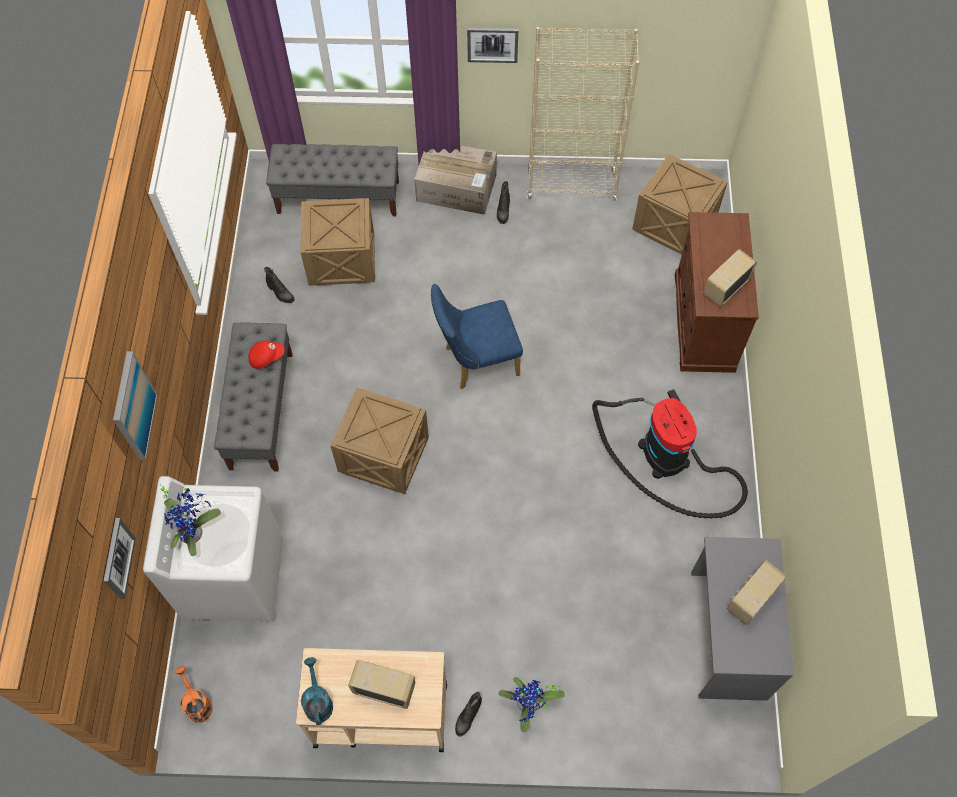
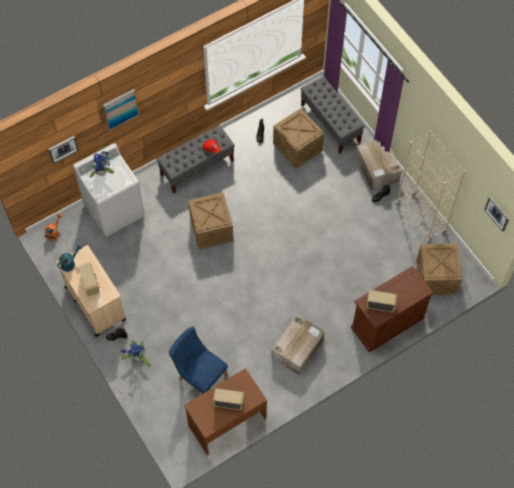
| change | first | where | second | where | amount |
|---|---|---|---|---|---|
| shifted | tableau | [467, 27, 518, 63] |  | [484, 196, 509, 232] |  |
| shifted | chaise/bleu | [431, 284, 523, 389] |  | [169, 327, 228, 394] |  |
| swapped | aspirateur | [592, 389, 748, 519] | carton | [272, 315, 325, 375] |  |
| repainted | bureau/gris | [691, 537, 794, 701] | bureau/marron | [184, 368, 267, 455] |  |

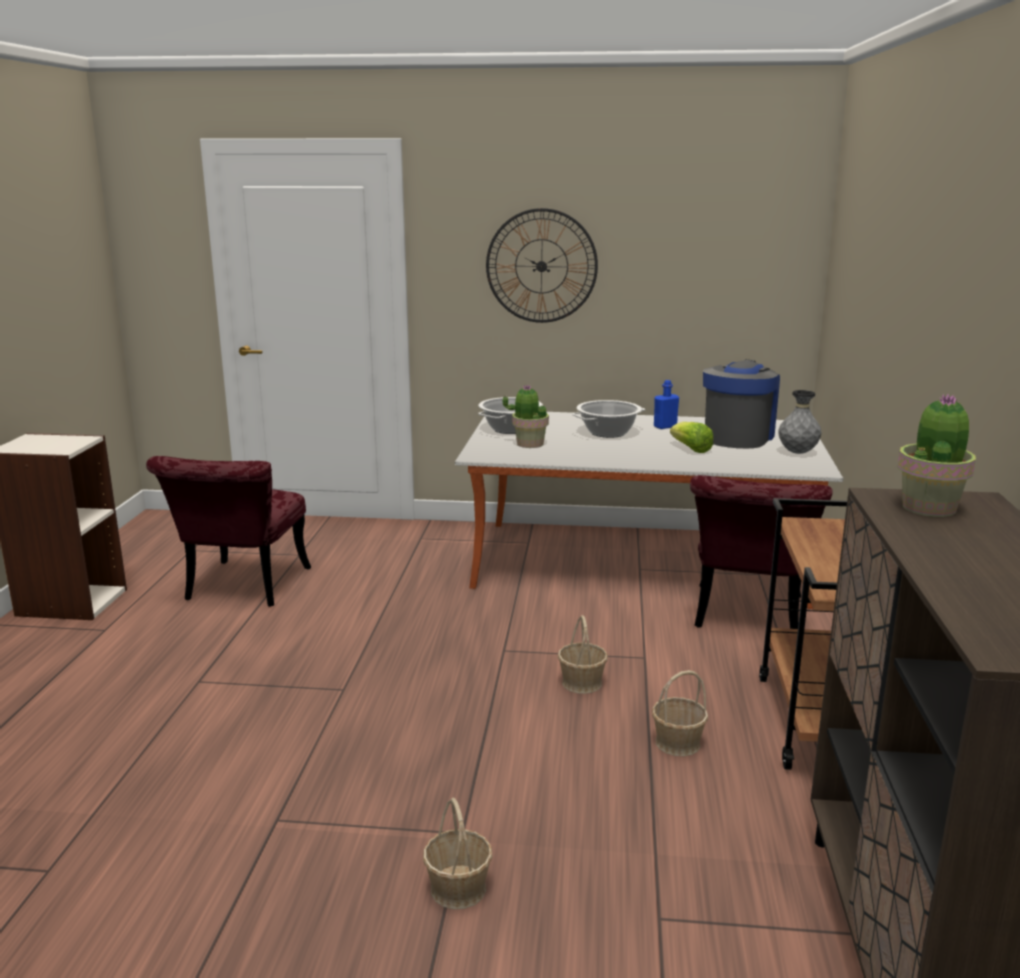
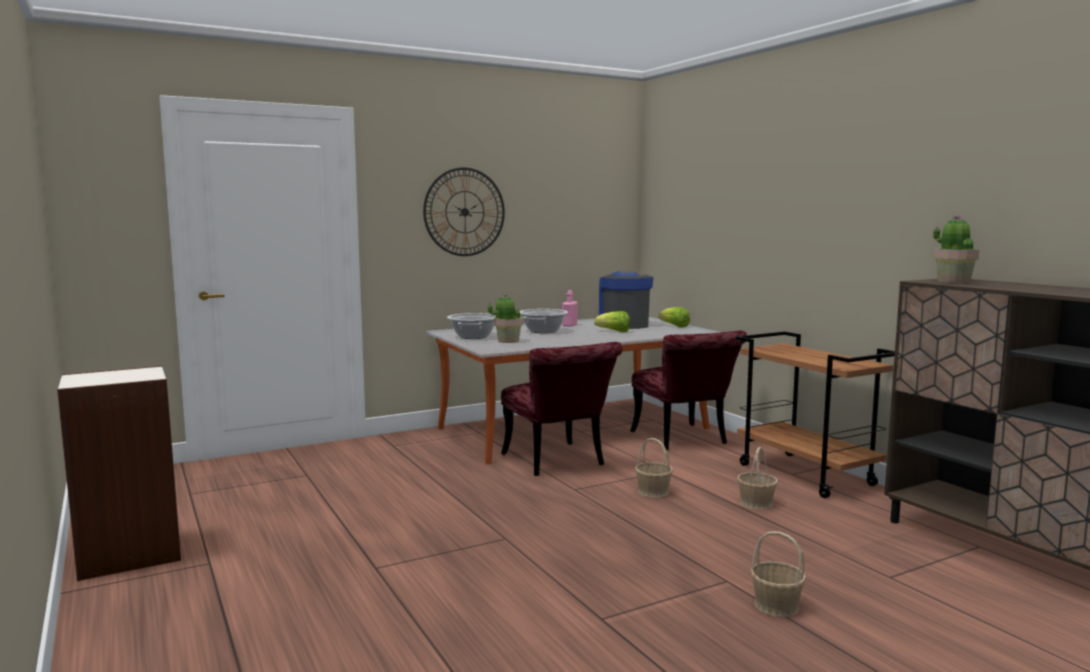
| change | first | where | second | where | amount |
|---|---|---|---|---|---|
| repainted | bouteille/bleu | [654, 380, 679, 429] | bouteille/rose | [562, 290, 578, 327] |  |
| swapped | vase/gris | [779, 390, 822, 454] | laitue | [658, 307, 690, 328] |  |
| shifted | chaise/rouge | [146, 456, 311, 607] |  | [501, 342, 623, 476] |  |

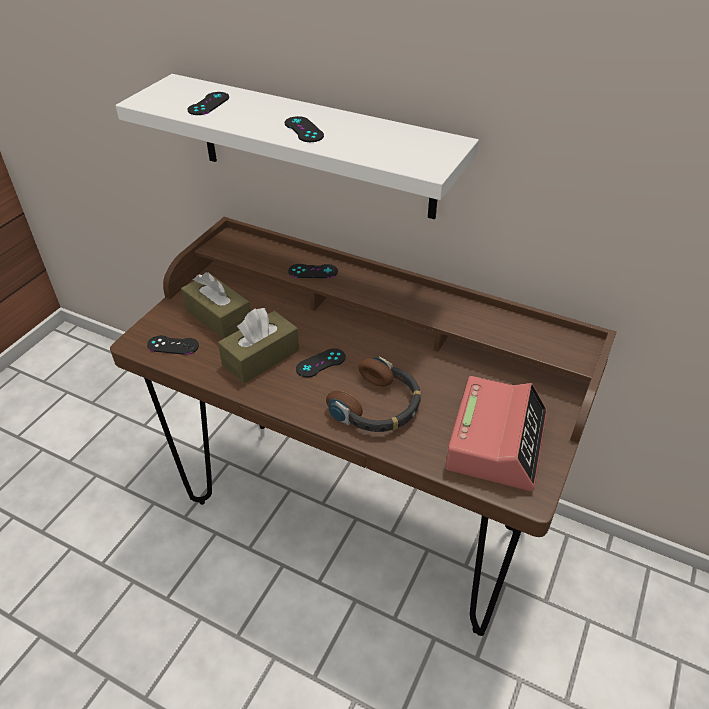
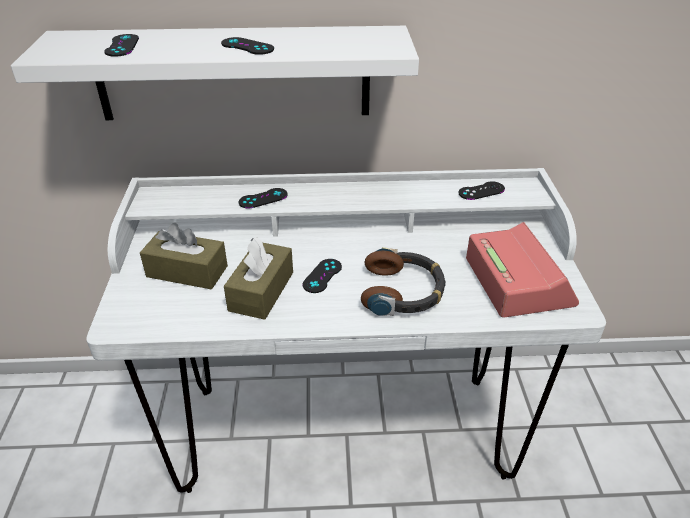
| change | first | where | second | where | amount |
|---|---|---|---|---|---|
| repainted | bureau/marron | [110, 217, 617, 636] | bureau/blanc | [86, 168, 606, 493] |  |
| shifted | manette/noir | [147, 335, 199, 355] |  | [458, 181, 505, 200] |  |

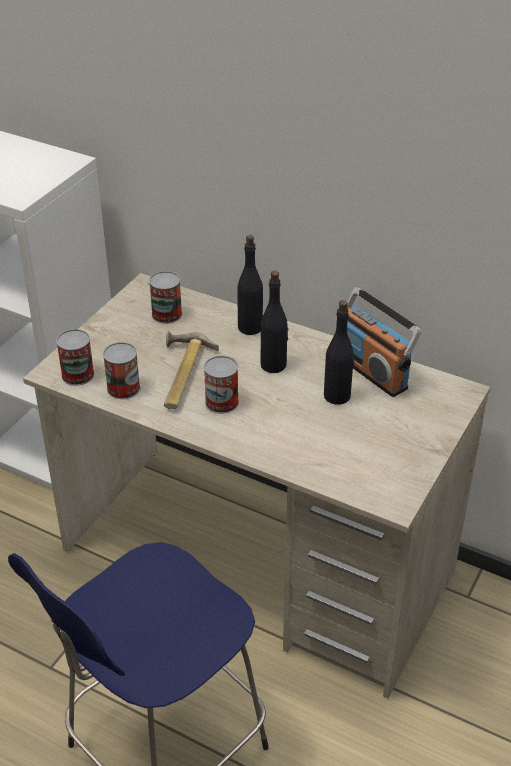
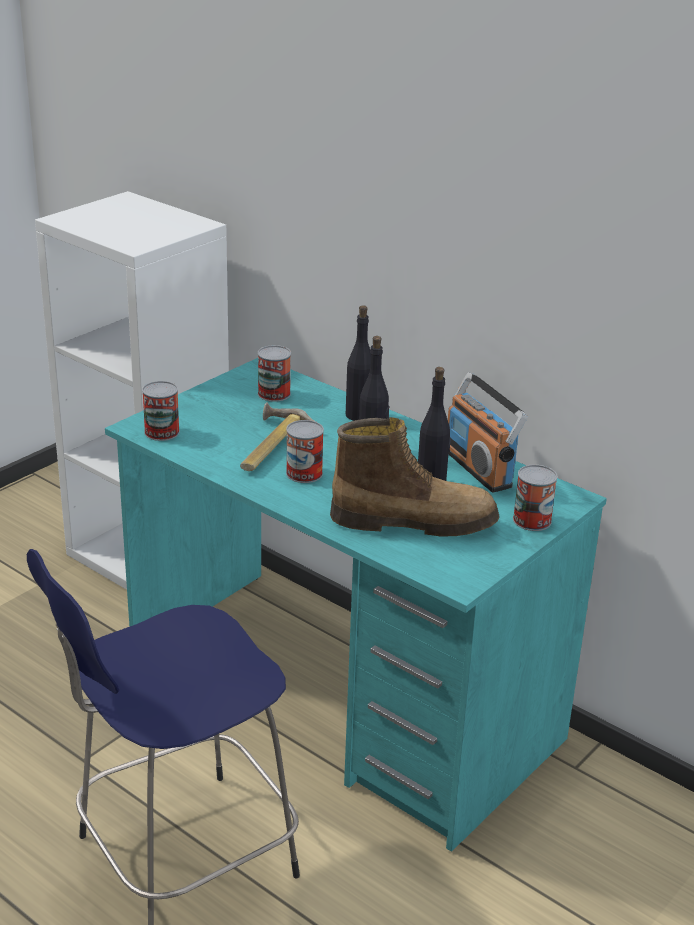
| change | first | where | second | where | amount |
|---|---|---|---|---|---|
| repainted | bureau/beige | [23, 273, 490, 698] | bureau/turquoise | [105, 358, 607, 852] |  |
| shifted | boîte métallique | [103, 342, 140, 399] |  | [513, 465, 558, 531] |  |
| new |  |  | botte | [330, 417, 499, 536] |  |

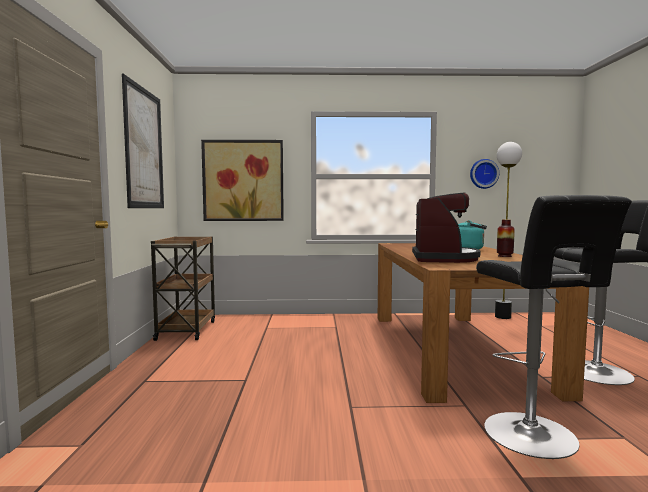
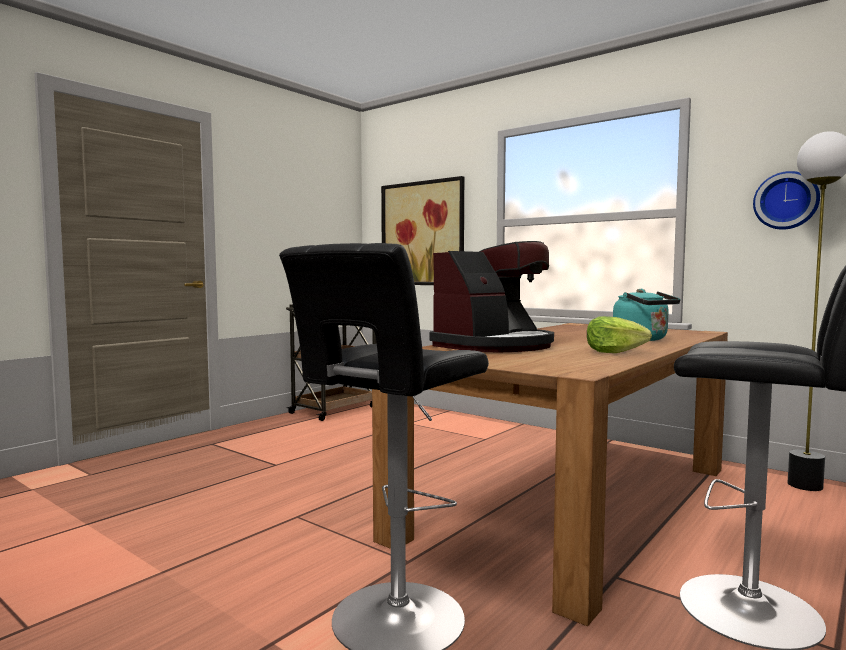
| change | first | where | second | where | amount |
|---|---|---|---|---|---|
| gone | tableau | [122, 73, 164, 208] |  |  |  |
| swapped | vase | [497, 219, 515, 257] | laitue | [587, 316, 652, 353] |  |

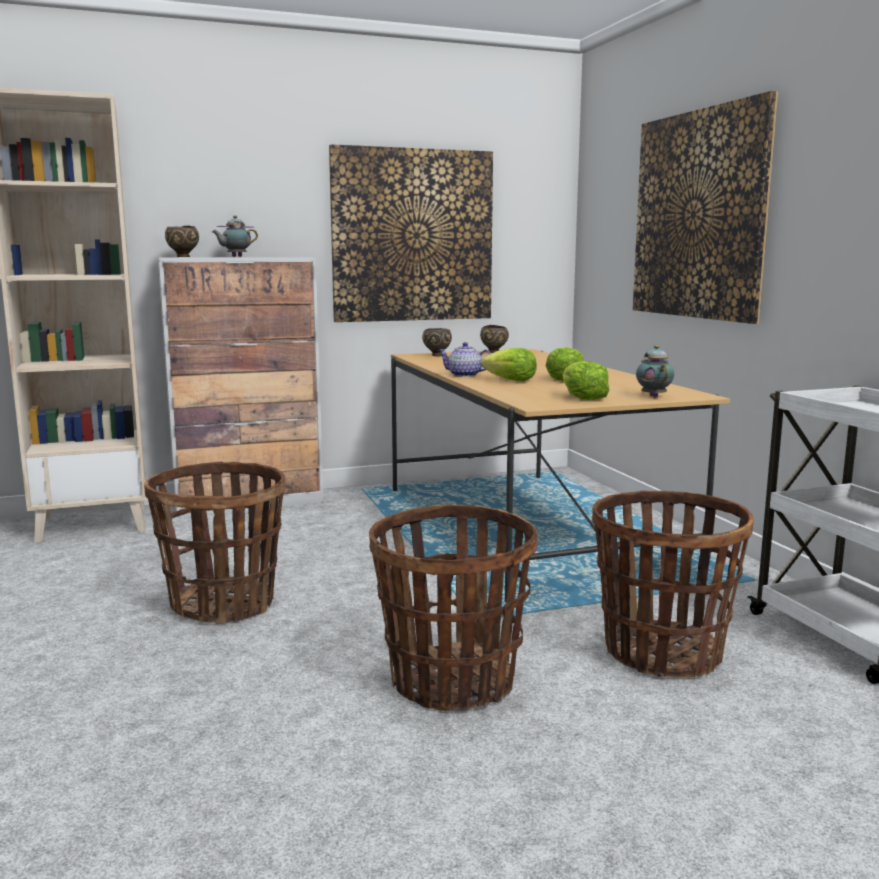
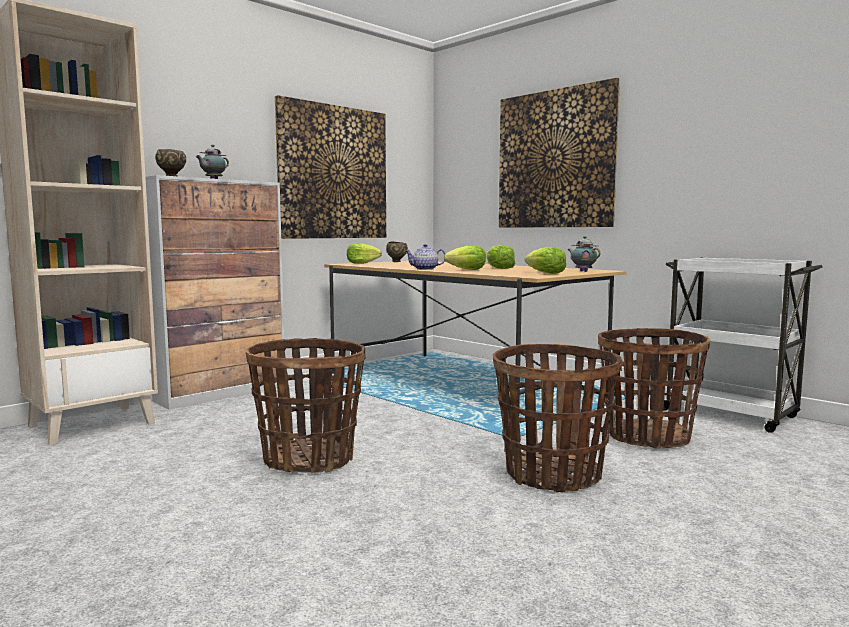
| change | first | where | second | where | amount |
|---|---|---|---|---|---|
| swapped | bol/marron | [422, 328, 452, 356] | laitue | [347, 243, 382, 264] |  |

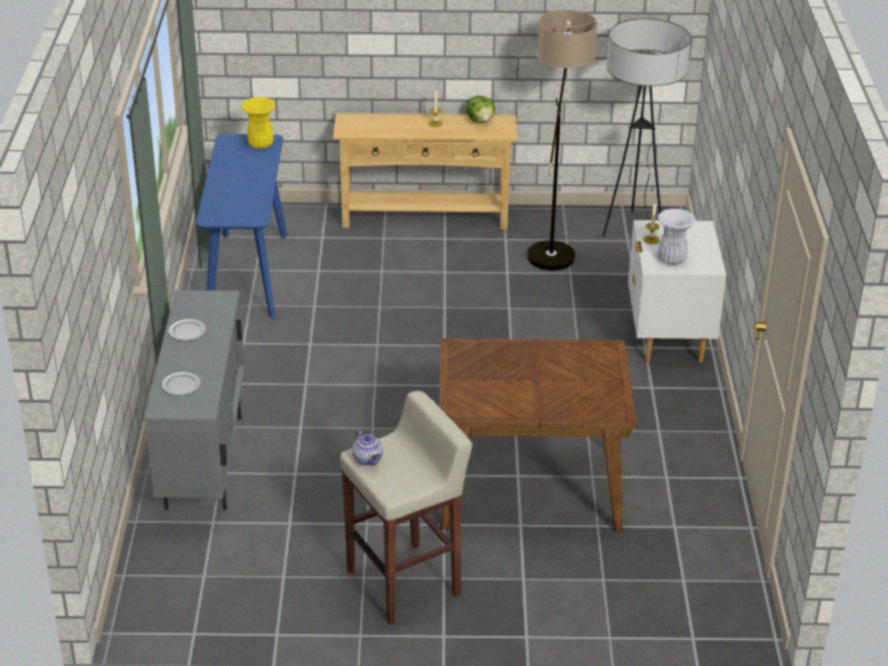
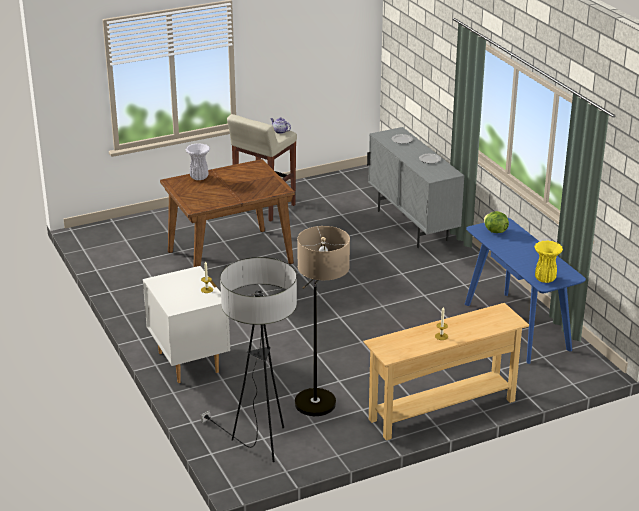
| change | first | where | second | where | amount |
|---|---|---|---|---|---|
| shifted | laitue | [467, 96, 495, 123] |  | [484, 211, 509, 233] |  |
| shifted | vase/blanc | [657, 208, 695, 265] |  | [185, 143, 210, 180] |  |

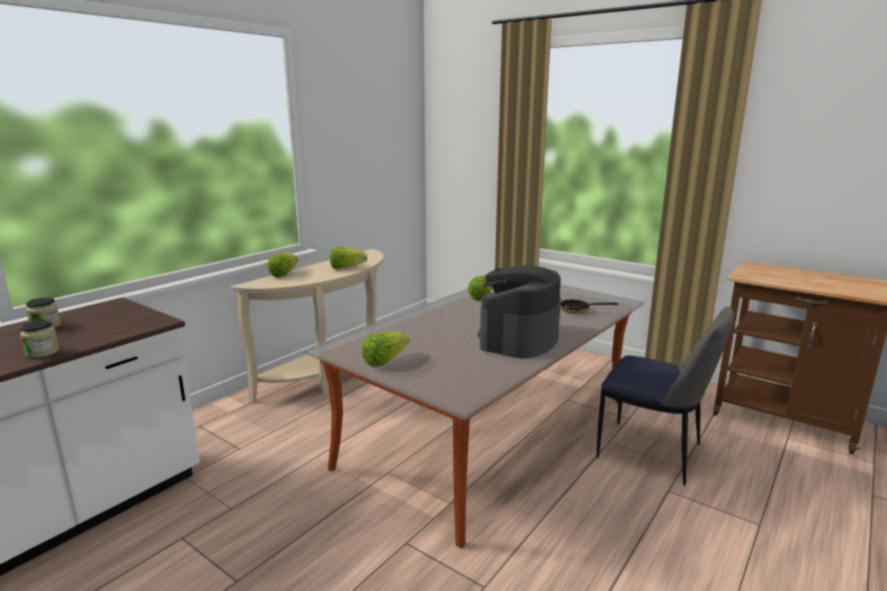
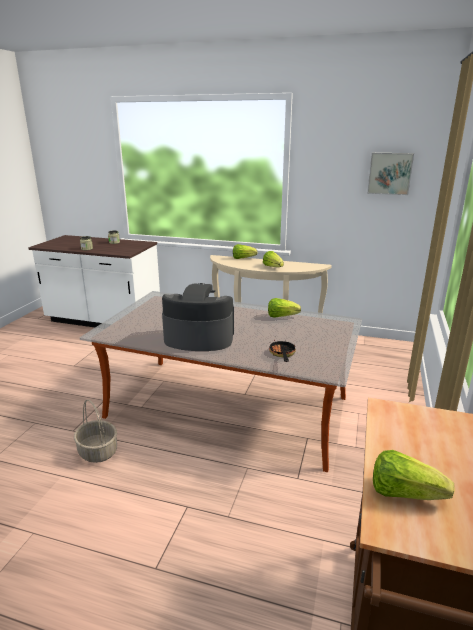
| change | first | where | second | where | amount |
|---|---|---|---|---|---|
| gone | chaise | [597, 306, 735, 485] |  |  |  |
| shifted | laitue | [362, 332, 409, 367] |  | [373, 450, 455, 500] |  |
| new |  |  | tableau | [367, 153, 414, 195] |  |
| new |  |  | panier | [74, 399, 117, 463] |  |

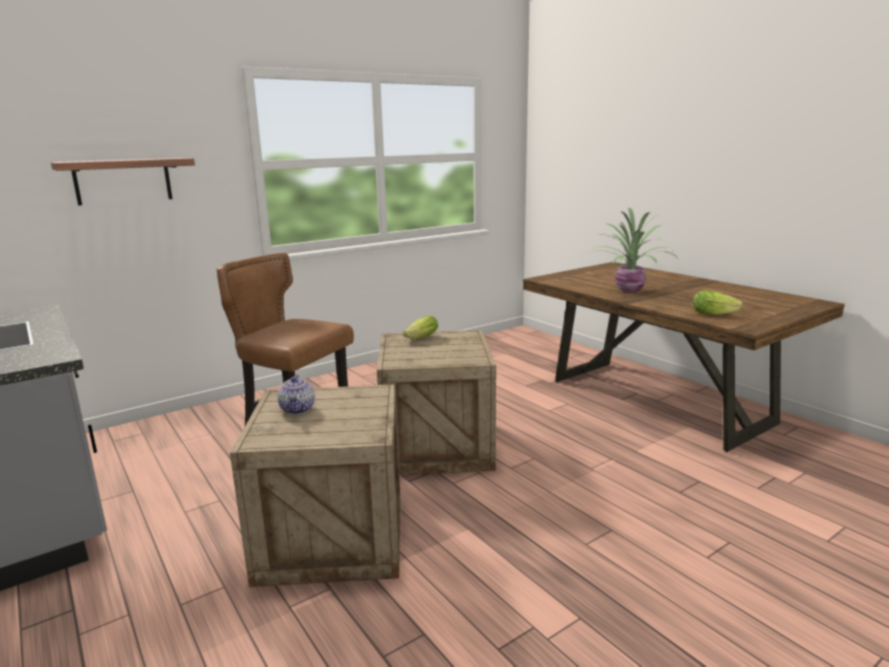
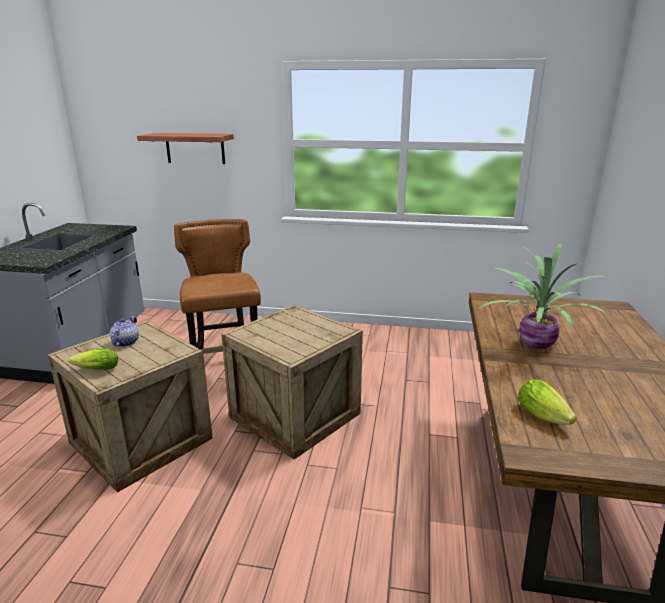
| change | first | where | second | where | amount |
|---|---|---|---|---|---|
| shifted | laitue | [403, 315, 438, 339] |  | [68, 349, 118, 370] |  |
| rotated | théière | [278, 375, 315, 414] |  | [110, 316, 139, 347] | 150 degrees clockwise |

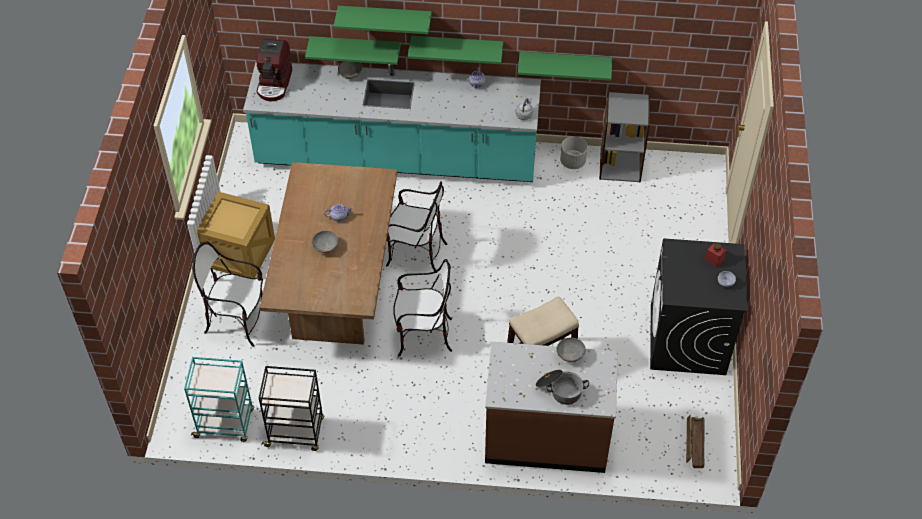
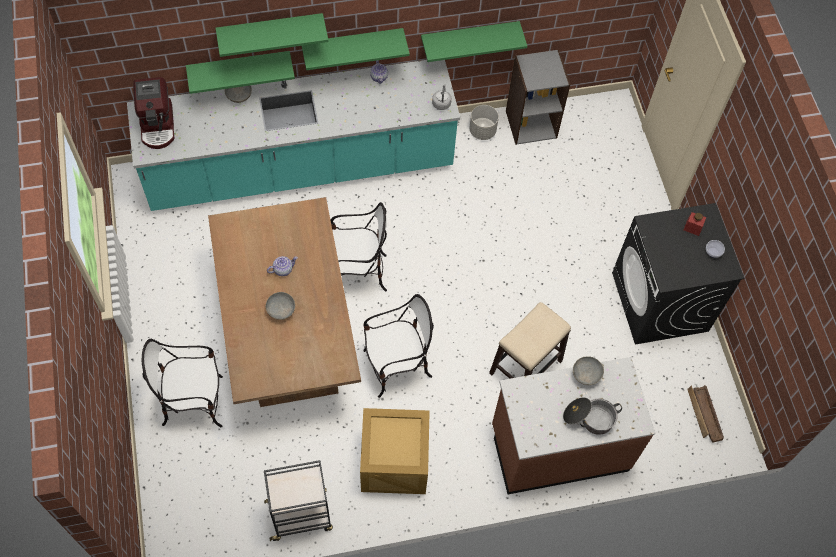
| change | first | where | second | where | amount |
|---|---|---|---|---|---|
| shifted | caisse | [197, 192, 275, 278] |  | [360, 408, 430, 494] |  |
| gone | chariot/turquoise | [184, 357, 254, 442] |  |  |  |

